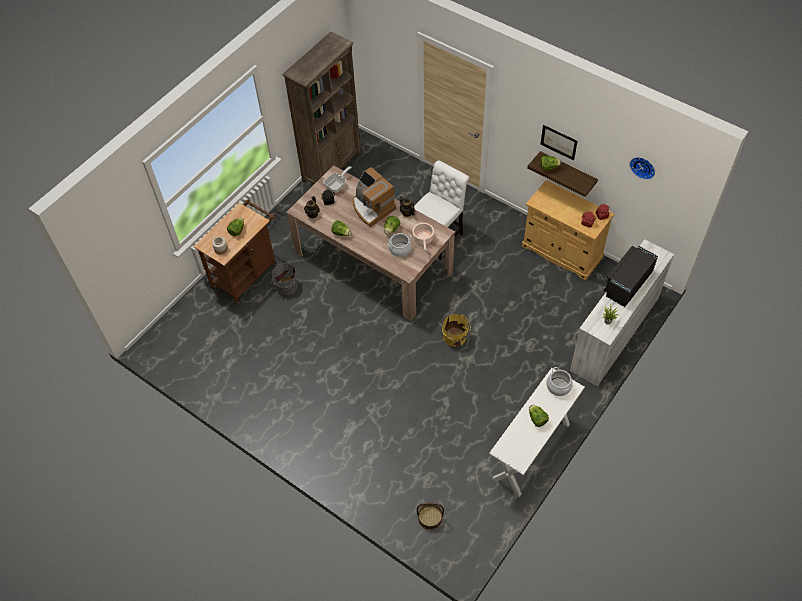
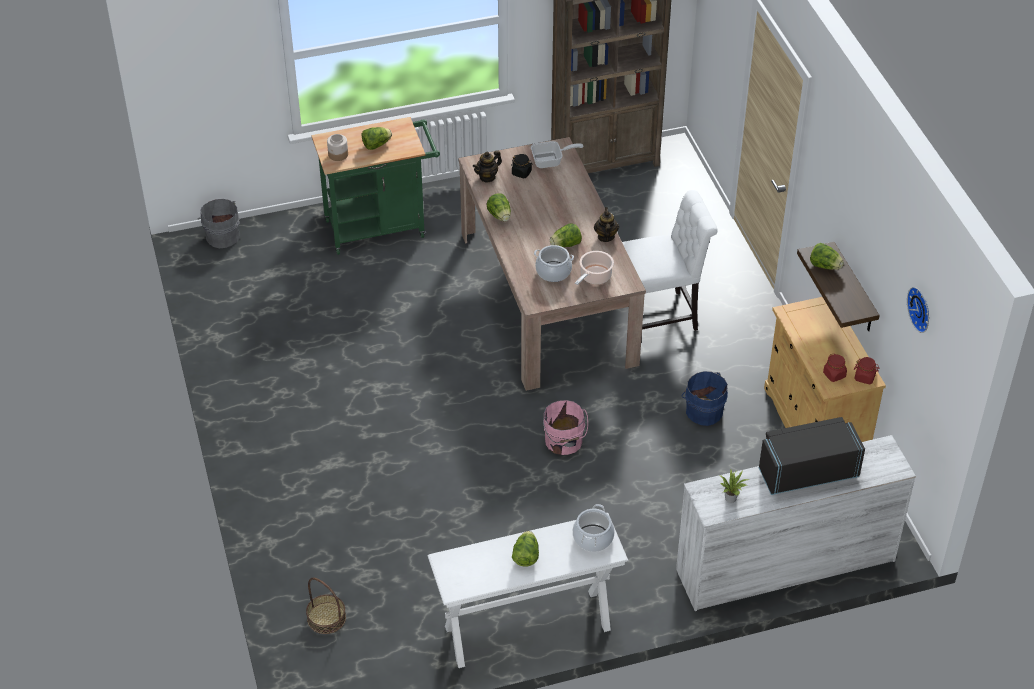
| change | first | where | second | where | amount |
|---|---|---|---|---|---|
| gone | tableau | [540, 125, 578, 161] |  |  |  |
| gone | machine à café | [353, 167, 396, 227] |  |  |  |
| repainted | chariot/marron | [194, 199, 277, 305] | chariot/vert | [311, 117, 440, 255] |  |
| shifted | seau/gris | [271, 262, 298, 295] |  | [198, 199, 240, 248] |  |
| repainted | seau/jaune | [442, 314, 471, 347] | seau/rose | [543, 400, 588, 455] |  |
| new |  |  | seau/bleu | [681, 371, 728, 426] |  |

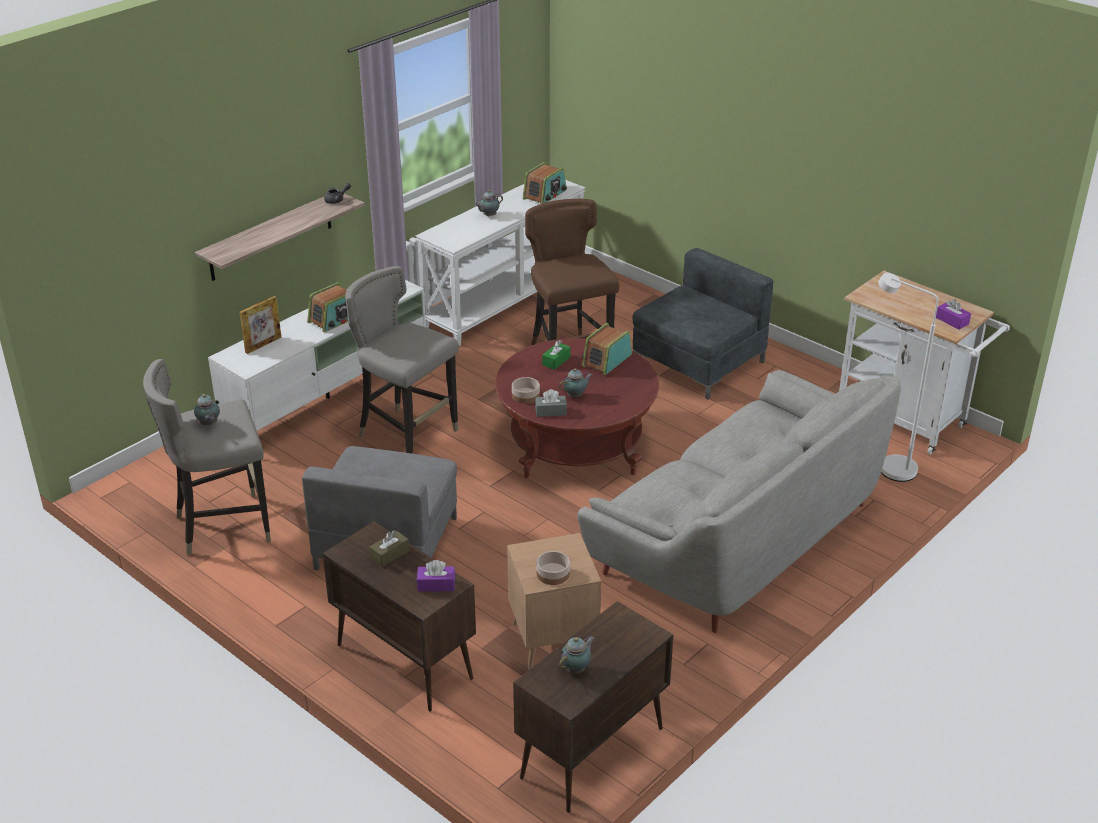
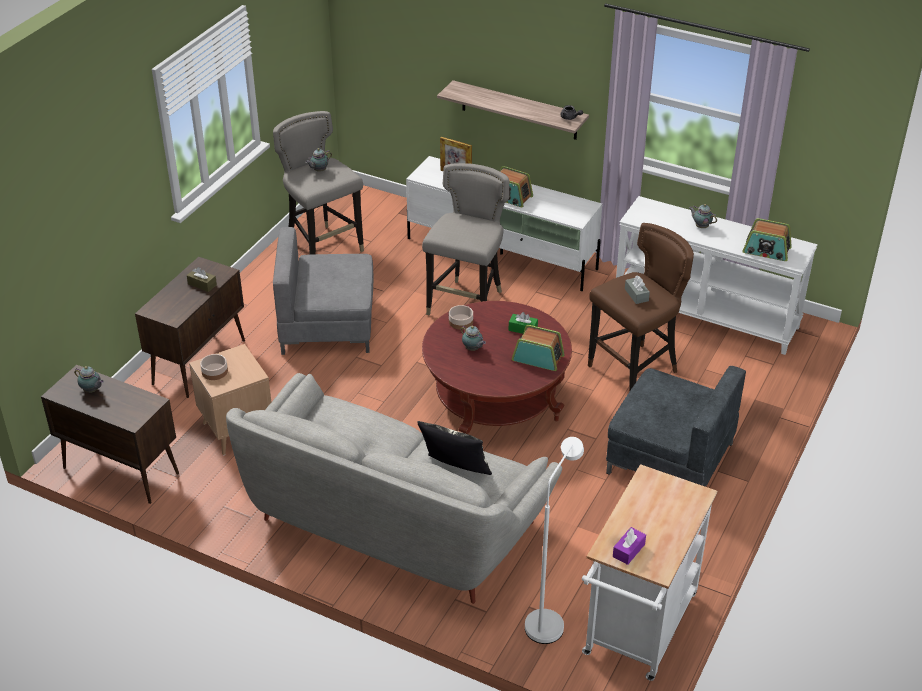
| change | first | where | second | where | amount |
|---|---|---|---|---|---|
| shifted | boîte à mouchoirs/gris | [535, 389, 567, 417] |  | [625, 275, 650, 304] |  |
| gone | boîte à mouchoirs/violet | [417, 560, 455, 592] |  |  |  |
| new |  |  | coussin | [417, 421, 492, 475] |  |

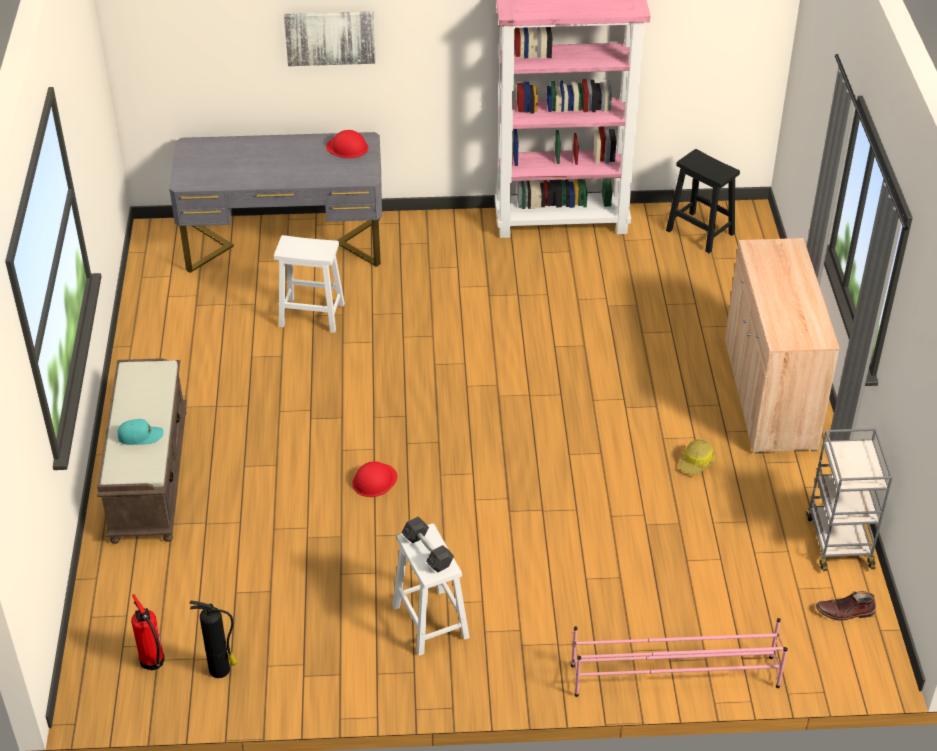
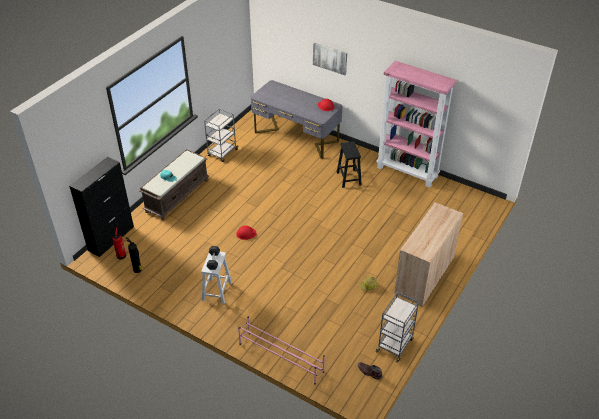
| change | first | where | second | where | amount |
|---|---|---|---|---|---|
| shifted | tabouret/noir | [666, 149, 740, 253] |  | [337, 141, 362, 188] |  |
| gone | tabouret/blanc | [274, 235, 345, 333] |  |  |  |
| new |  |  | chariot/gris | [204, 109, 238, 162] |  |
| new |  |  | meuble de rangement/noir | [69, 157, 134, 257] |  |

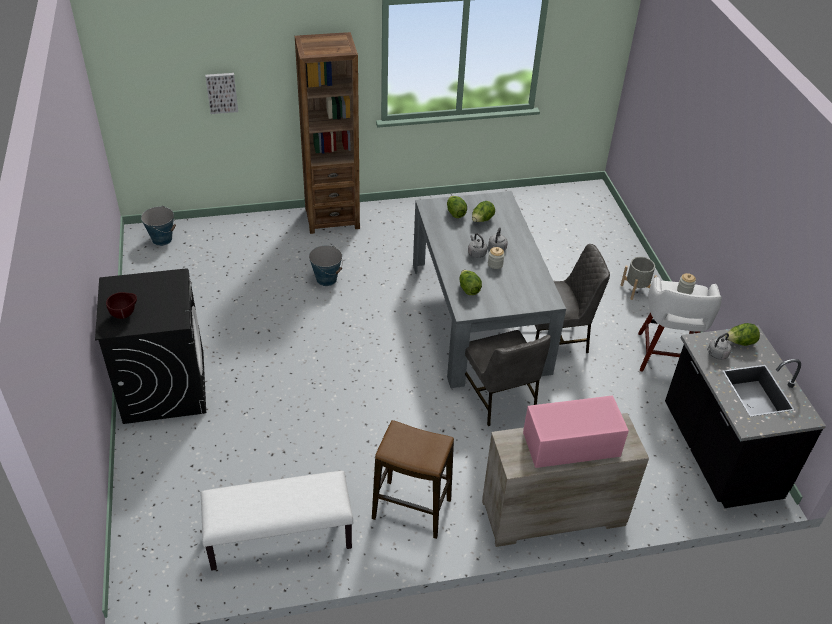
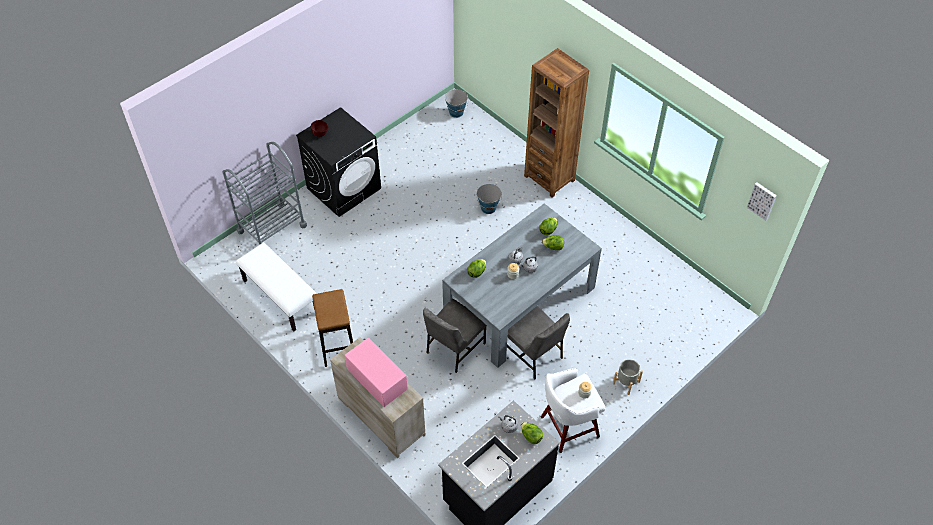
| change | first | where | second | where | amount |
|---|---|---|---|---|---|
| shifted | tableau | [205, 73, 238, 114] |  | [747, 182, 777, 221] |  |
| new |  |  | chariot/gris | [222, 142, 307, 245] |  |

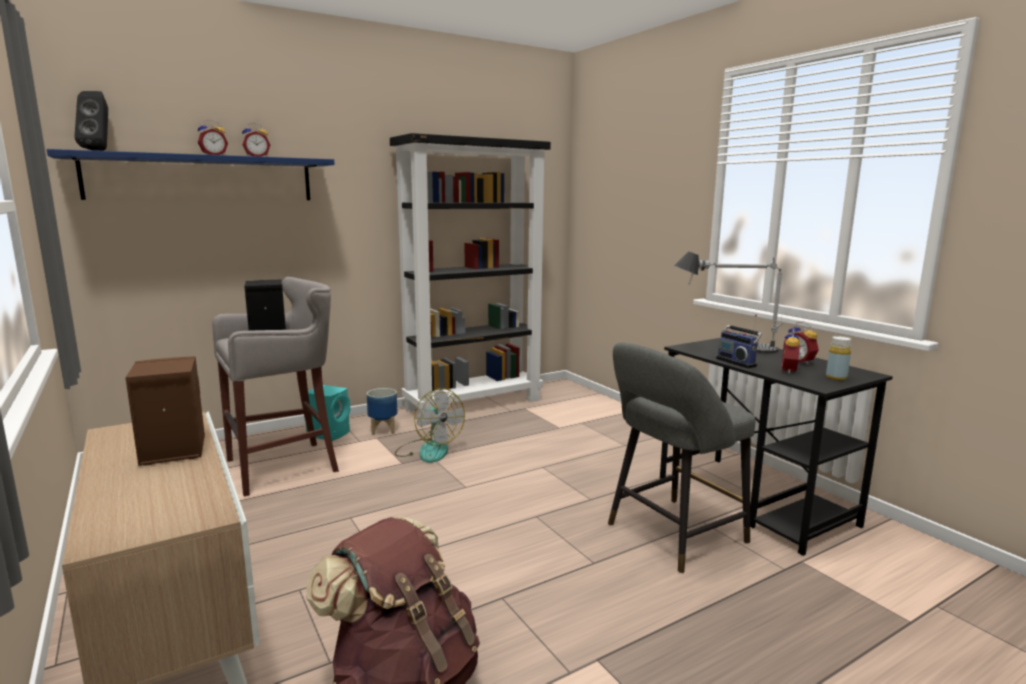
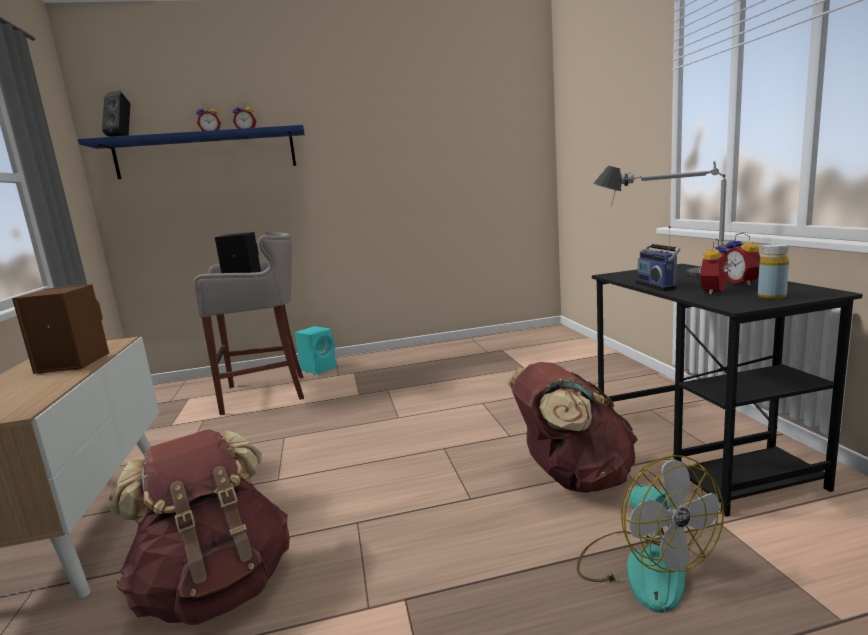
| change | first | where | second | where | amount |
|---|---|---|---|---|---|
| gone | bibliothèque/noir | [390, 133, 551, 414] |  |  |  |
| swapped | tabouret/gris | [608, 342, 755, 573] | sac à dos/marron | [508, 362, 638, 493] |  |
| gone | cache-pot | [367, 388, 398, 435] |  |  |  |
| shifted | ventilateur | [395, 388, 465, 463] |  | [577, 455, 724, 613] |  |

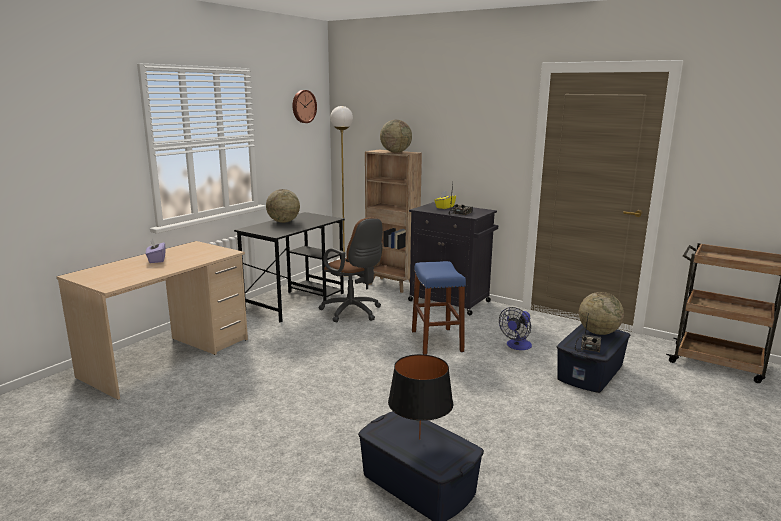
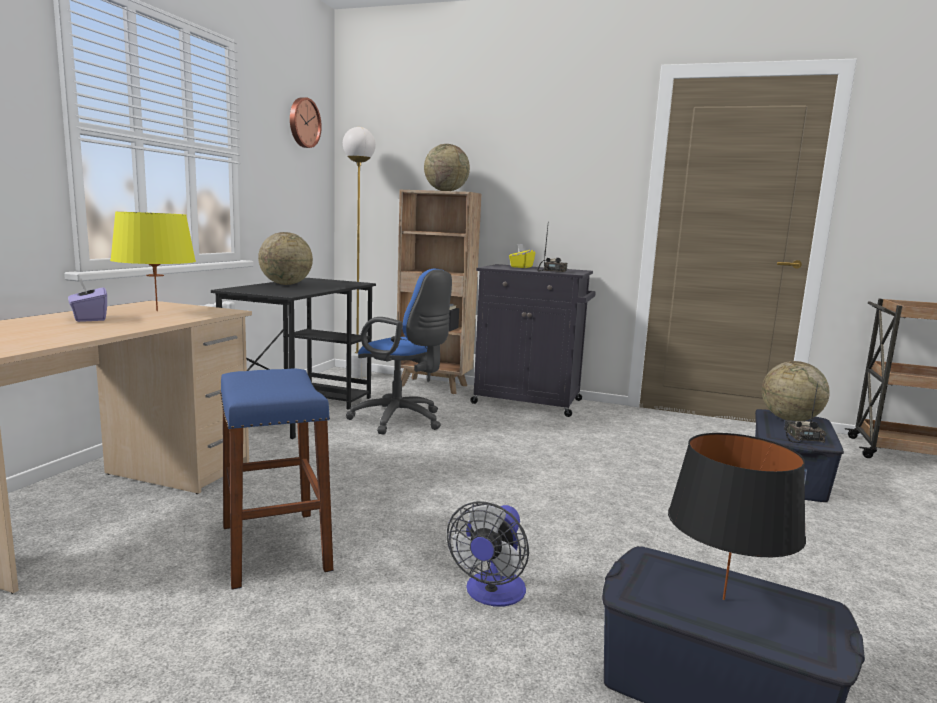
| change | first | where | second | where | amount |
|---|---|---|---|---|---|
| repainted | chaise de bureau/marron | [319, 218, 383, 322] | chaise de bureau/bleu | [346, 269, 452, 434] |  |
| shifted | tabouret/bleu | [412, 261, 466, 355] |  | [220, 368, 333, 589] |  |
| shifted | ventilateur | [499, 307, 532, 350] |  | [447, 501, 529, 606] |  |
| new |  |  | lampe de table/jaune | [110, 212, 196, 311] |  |

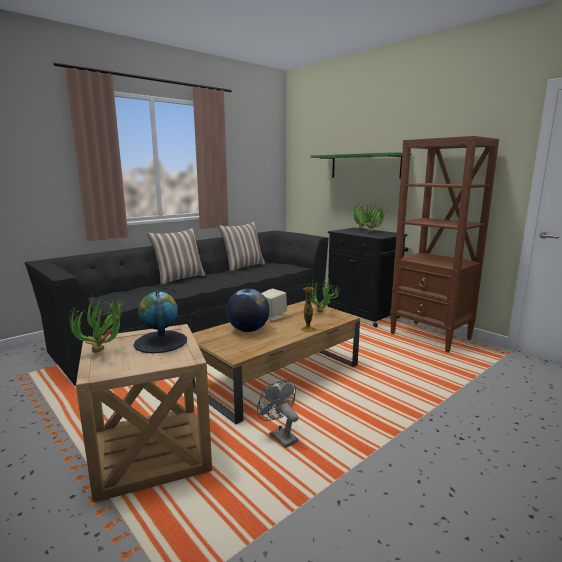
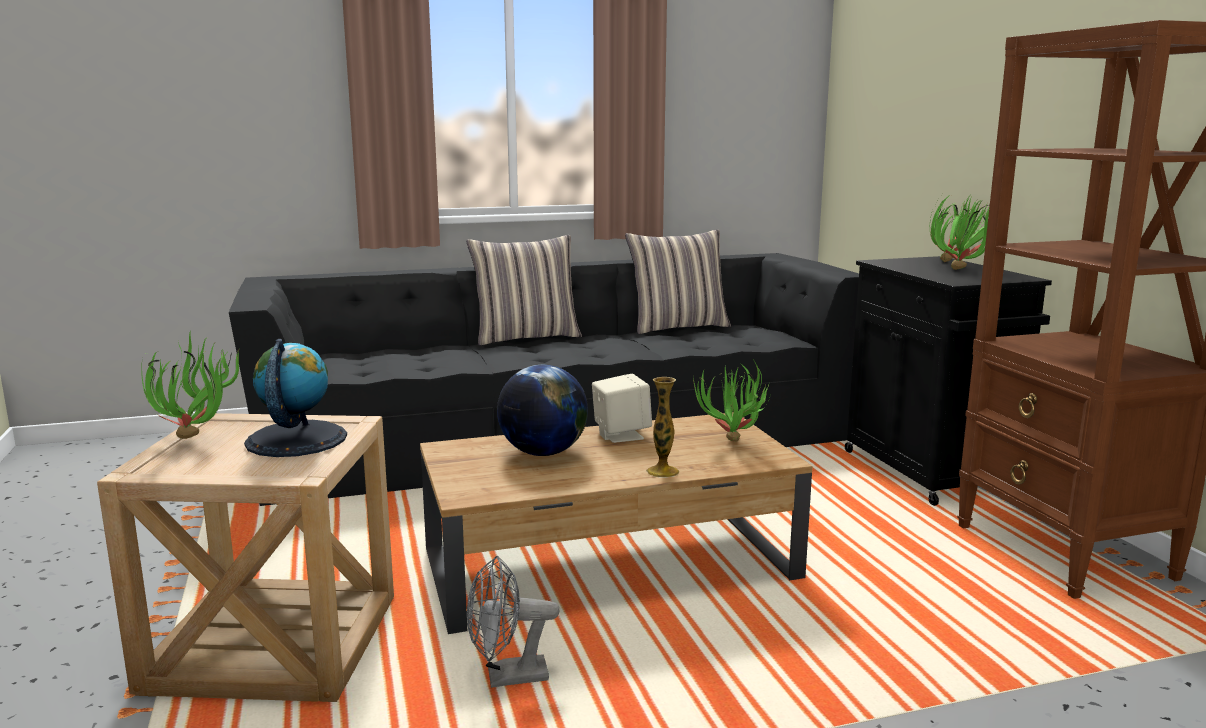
| change | first | where | second | where | amount |
|---|---|---|---|---|---|
| gone | étagère/vert | [310, 152, 412, 179] |  |  |  |
| rotated | ventilateur/gris | [257, 380, 298, 448] |  | [467, 556, 559, 688] | 90 degrees counterclockwise |

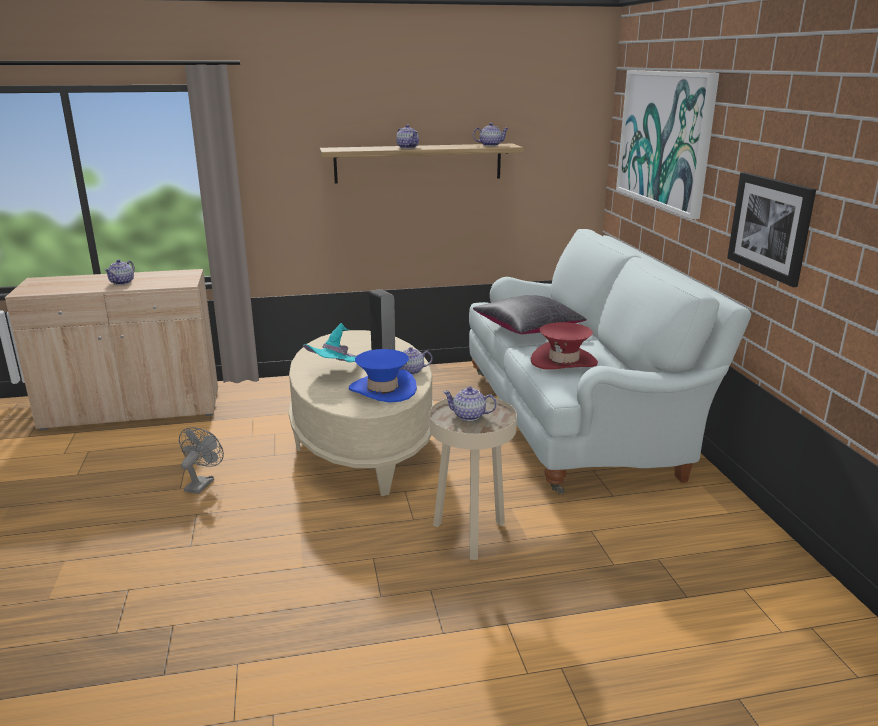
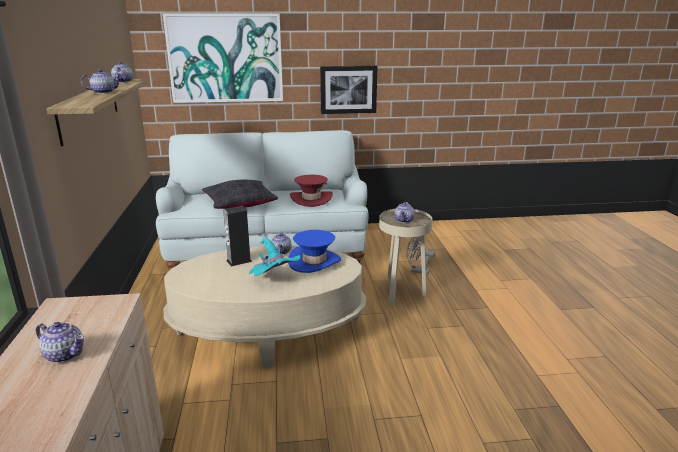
| change | first | where | second | where | amount |
|---|---|---|---|---|---|
| shifted | ventilateur/gris | [179, 427, 224, 494] |  | [406, 236, 435, 275] |  |

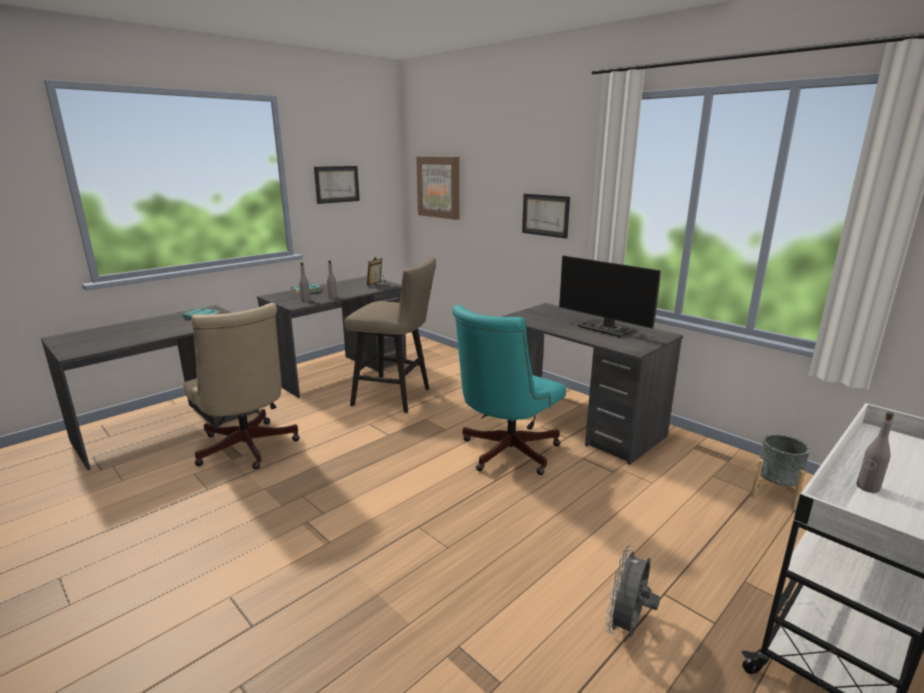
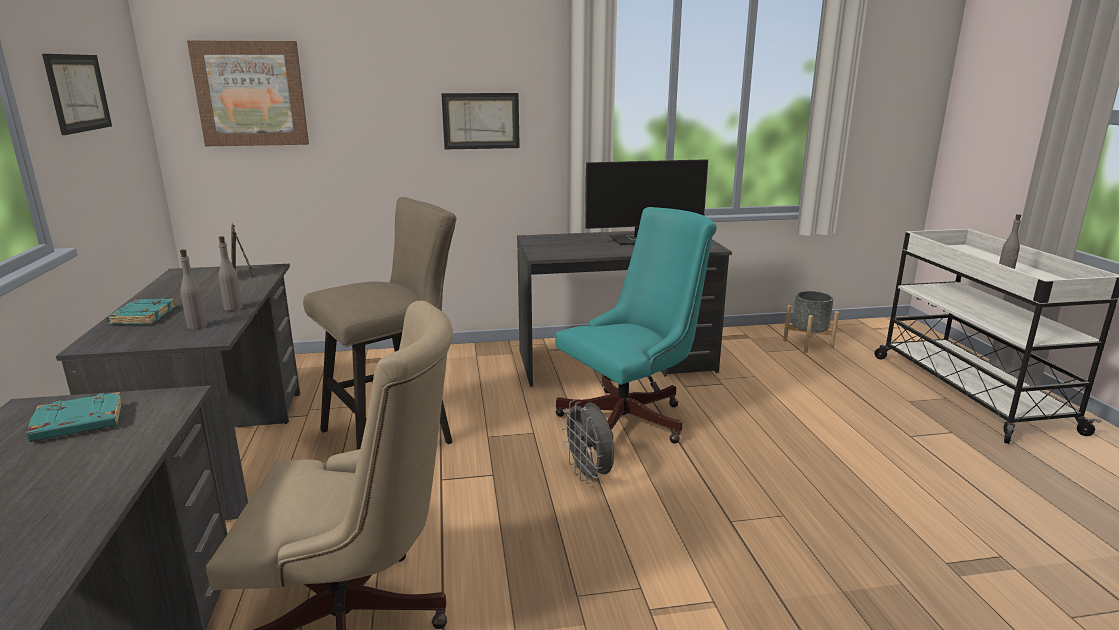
| change | first | where | second | where | amount |
|---|---|---|---|---|---|
| rotated | chaise de bureau/turquoise | [452, 305, 566, 475] |  | [555, 207, 717, 450] | 105 degrees counterclockwise |
| shifted | ventilateur/gris | [605, 545, 660, 637] |  | [561, 400, 614, 484] |  |

